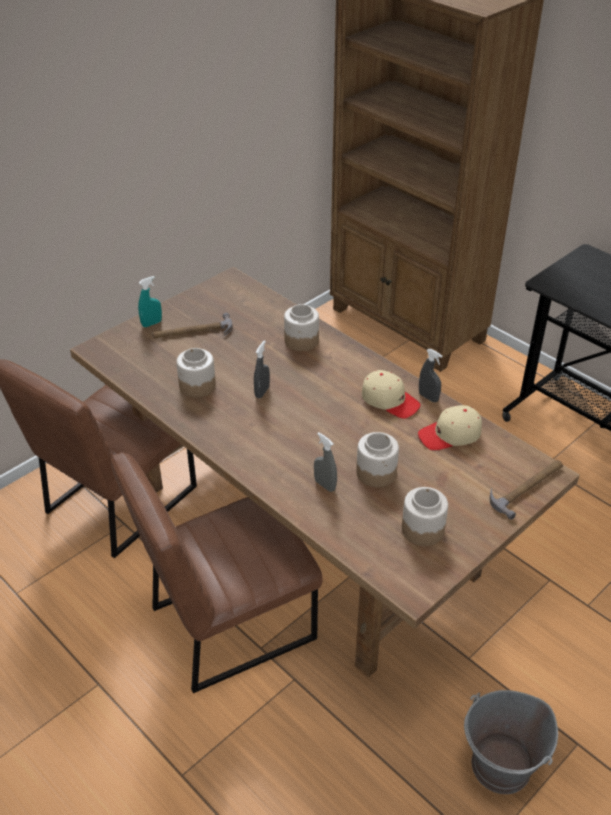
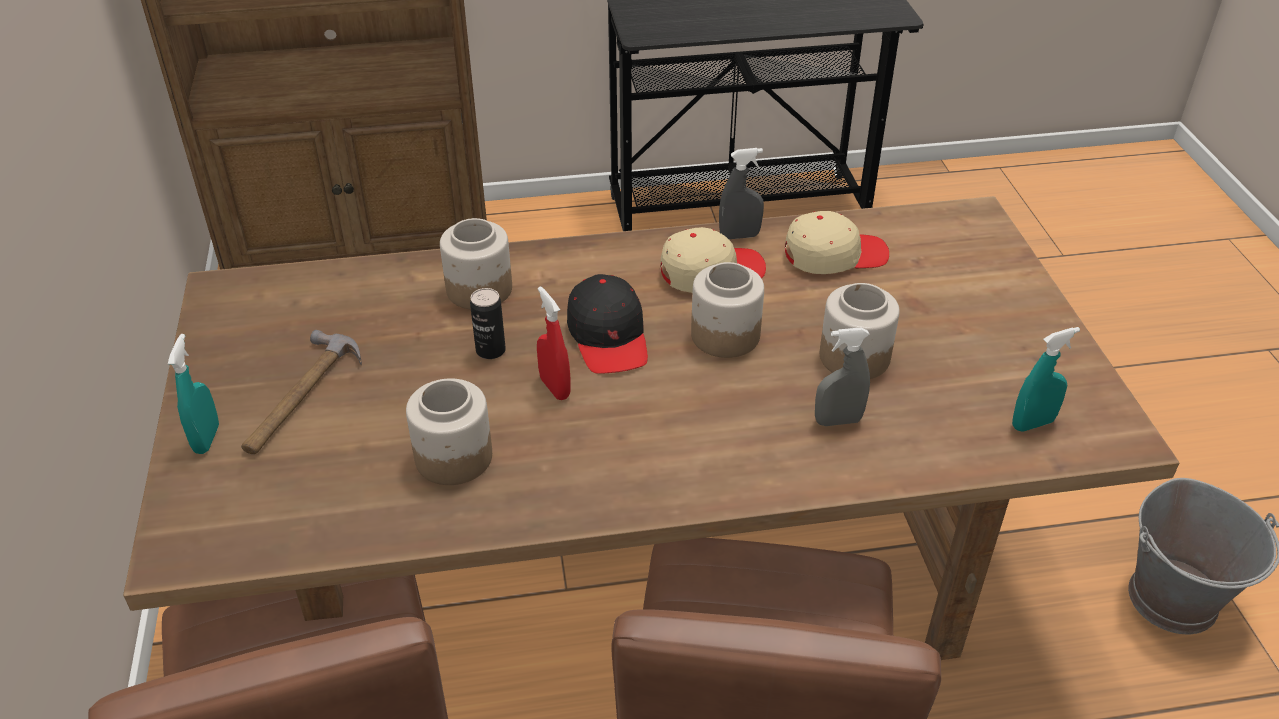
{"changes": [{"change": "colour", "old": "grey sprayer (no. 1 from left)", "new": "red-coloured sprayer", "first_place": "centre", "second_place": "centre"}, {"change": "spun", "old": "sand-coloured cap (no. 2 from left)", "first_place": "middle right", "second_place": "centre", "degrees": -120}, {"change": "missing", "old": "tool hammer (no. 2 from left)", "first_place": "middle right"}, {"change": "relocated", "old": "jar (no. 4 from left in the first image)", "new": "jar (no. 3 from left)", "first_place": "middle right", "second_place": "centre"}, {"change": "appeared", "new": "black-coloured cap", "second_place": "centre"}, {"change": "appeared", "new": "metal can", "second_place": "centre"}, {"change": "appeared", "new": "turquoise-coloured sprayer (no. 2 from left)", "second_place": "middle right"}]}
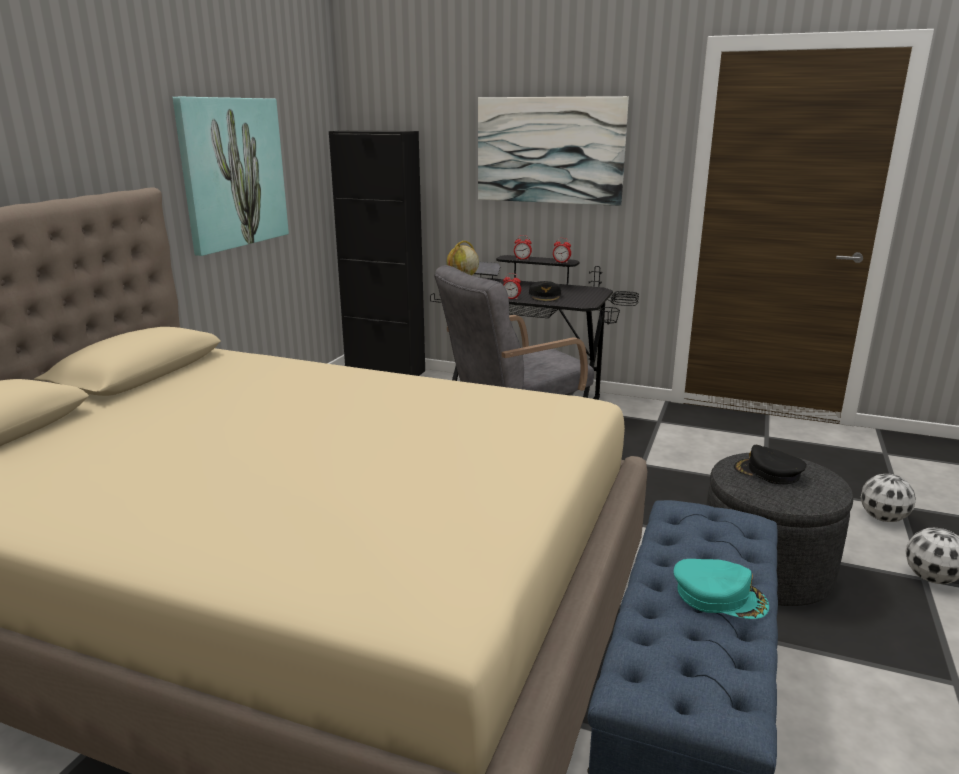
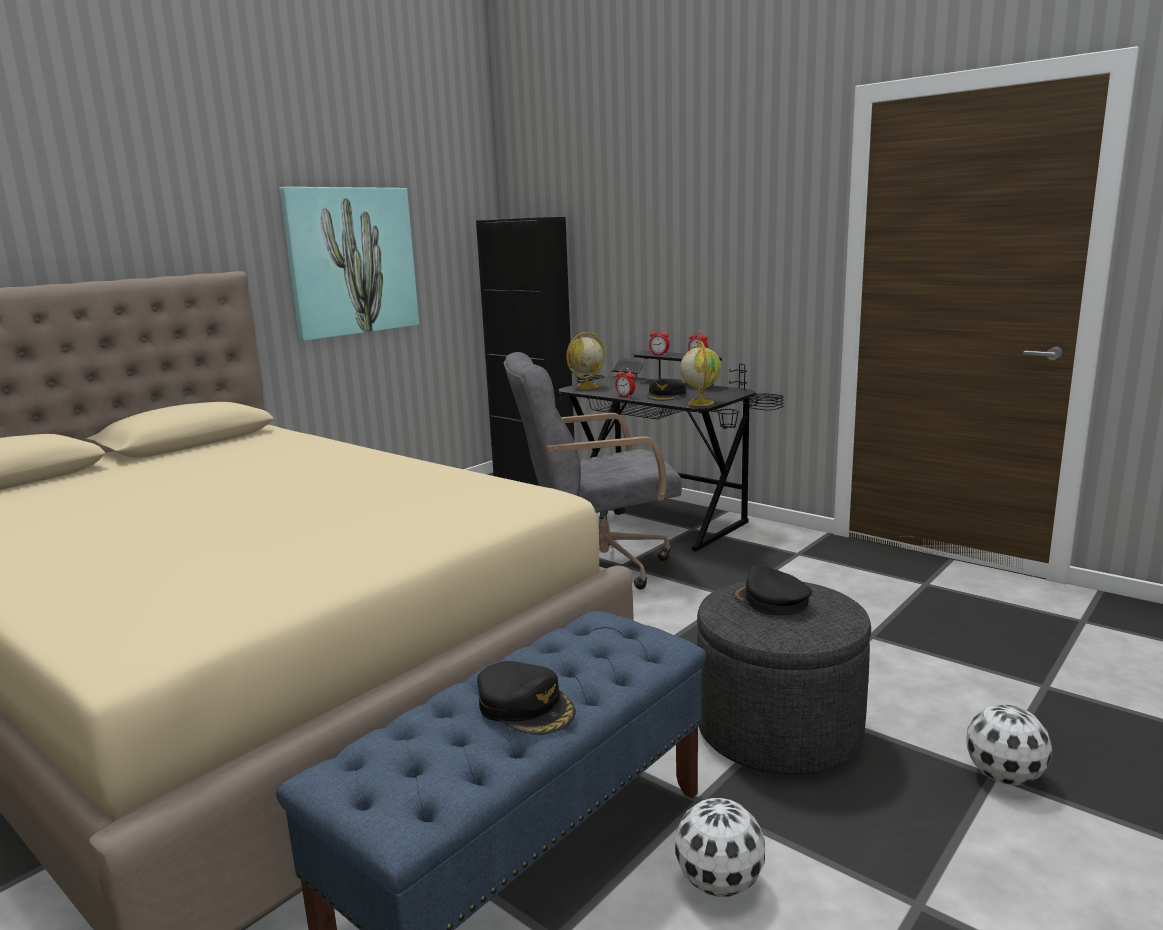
{"changes": [{"change": "missing", "old": "picture (no. 2 from left)", "first_place": "top centre"}, {"change": "relocated", "old": "ball for football (no. 1 from left)", "first_place": "middle right", "second_place": "bottom centre"}, {"change": "colour", "old": "turquoise-coloured cap", "new": "black-coloured cap (no. 1 from left)", "first_place": "bottom right", "second_place": "bottom centre"}, {"change": "appeared", "new": "desk globe (no. 2 from left)", "second_place": "centre"}]}
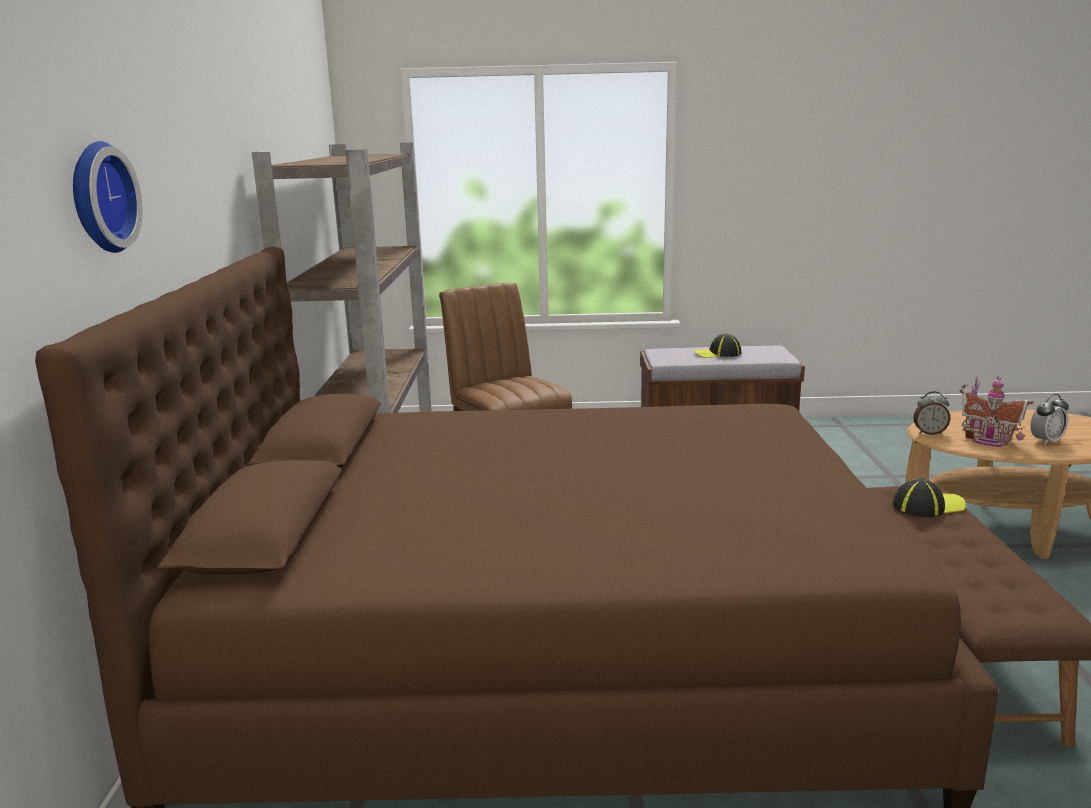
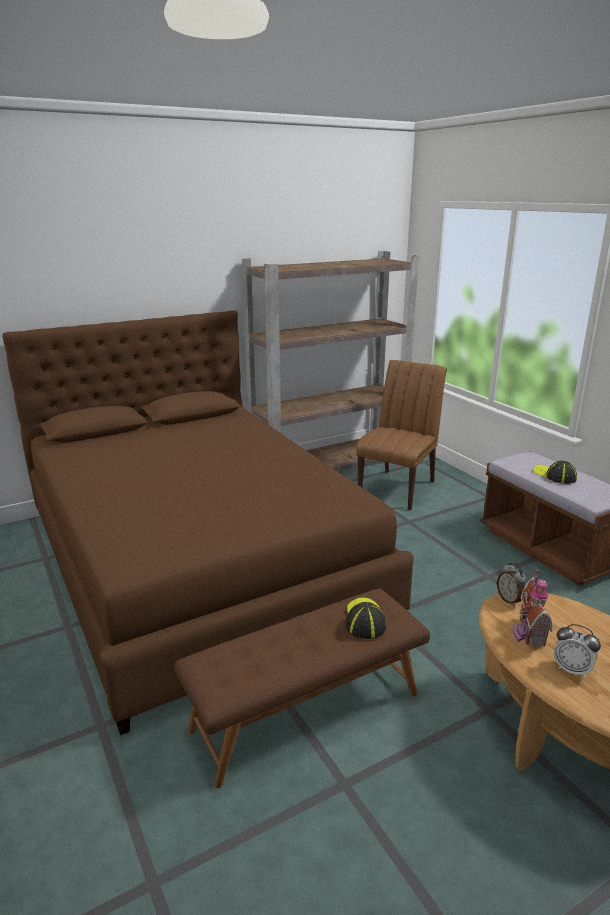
{"changes": [{"change": "missing", "old": "hanging clock", "first_place": "top left"}, {"change": "spun", "old": "cap (no. 2 from left in the first image)", "first_place": "middle right", "second_place": "bottom centre", "degrees": -135}]}
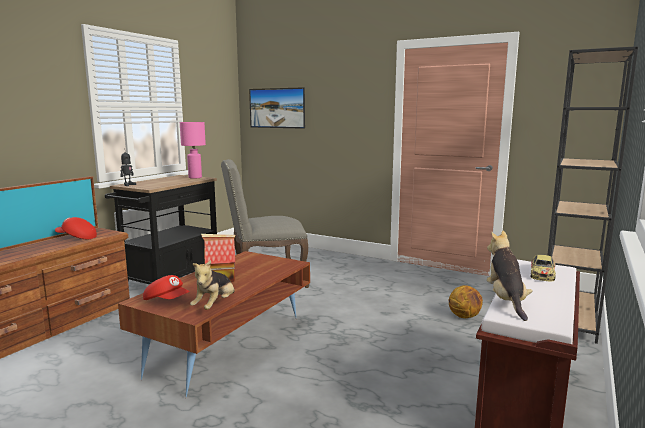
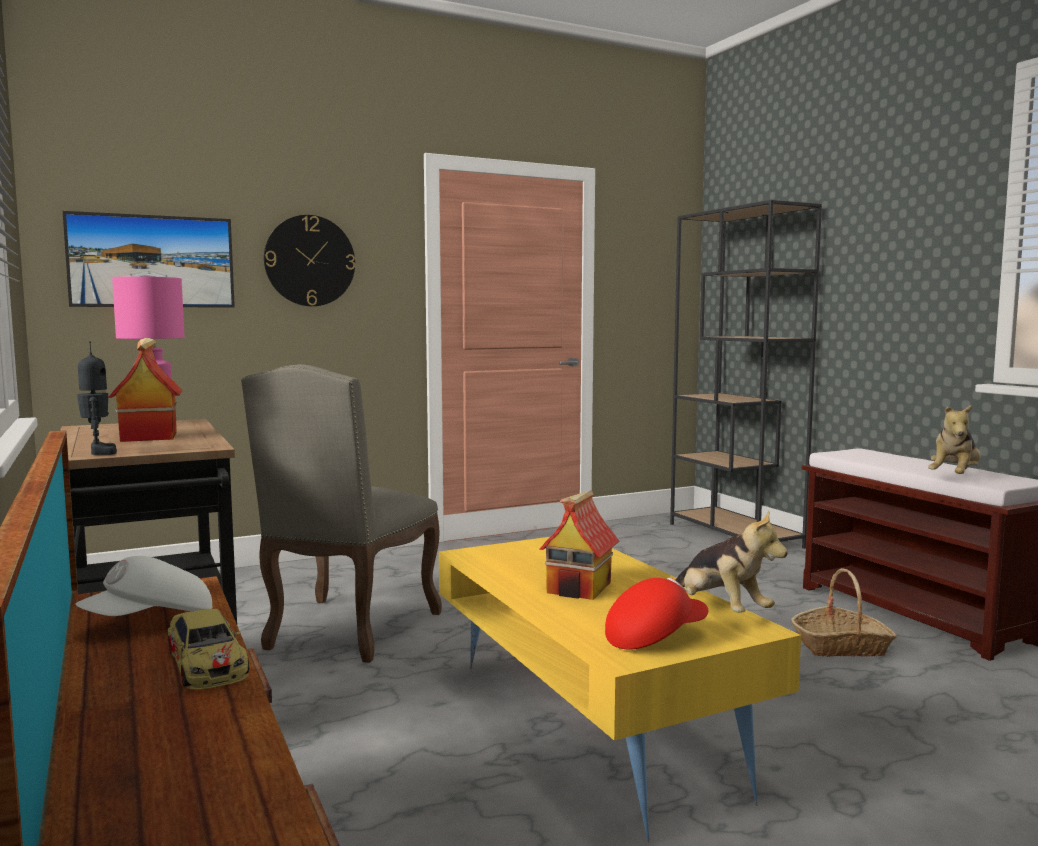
{"changes": [{"change": "colour", "old": "red-coloured cap (no. 1 from left)", "new": "whitish cap", "first_place": "middle left", "second_place": "bottom left"}, {"change": "spun", "old": "cuddly toy (no. 2 from left)", "first_place": "middle right", "second_place": "middle right", "degrees": -90}, {"change": "colour", "old": "brown lounge table", "new": "yellow-coloured lounge table", "first_place": "bottom left", "second_place": "bottom centre"}, {"change": "relocated", "old": "miniature car", "first_place": "middle right", "second_place": "bottom left"}, {"change": "missing", "old": "basketball", "first_place": "bottom right"}, {"change": "appeared", "new": "hanging clock", "second_place": "top left"}, {"change": "appeared", "new": "model house (no. 1 from left)", "second_place": "middle left"}, {"change": "appeared", "new": "storage basket", "second_place": "bottom right"}]}
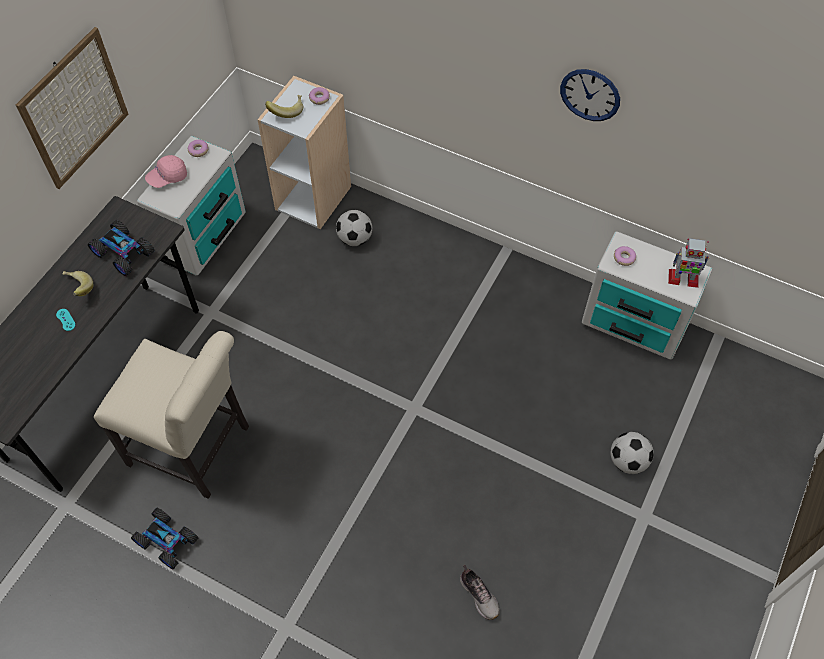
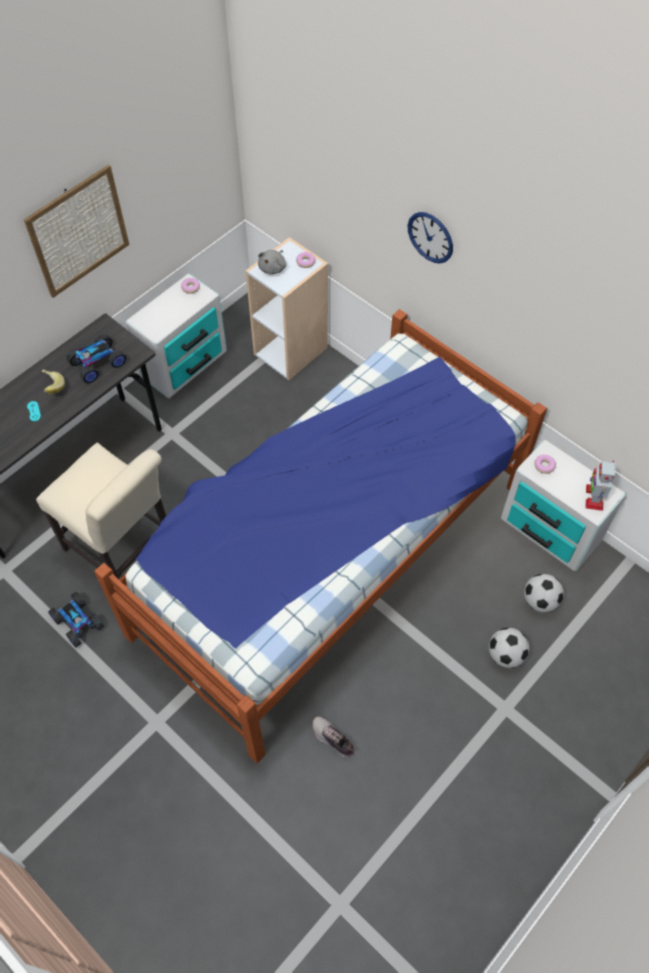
{"changes": [{"change": "relocated", "old": "hanging clock", "first_place": "top right", "second_place": "top centre"}, {"change": "exchanged", "old": "banana fruit (no. 2 from left)", "new": "grey cuddly toy", "first_place": "top centre", "second_place": "top centre"}, {"change": "missing", "old": "pink cap", "first_place": "top left"}, {"change": "relocated", "old": "ball for football (no. 1 from left in the first image)", "new": "ball for football (no. 2 from left)", "first_place": "centre", "second_place": "middle right"}, {"change": "spun", "old": "miniature car (no. 1 from left in the first image)", "first_place": "middle left", "second_place": "middle left", "degrees": 90}, {"change": "spun", "old": "toy robot", "first_place": "middle right", "second_place": "middle right", "degrees": 75}, {"change": "spun", "old": "shoe", "first_place": "bottom centre", "second_place": "bottom centre", "degrees": 150}, {"change": "appeared", "new": "sleeping bed", "second_place": "centre"}]}
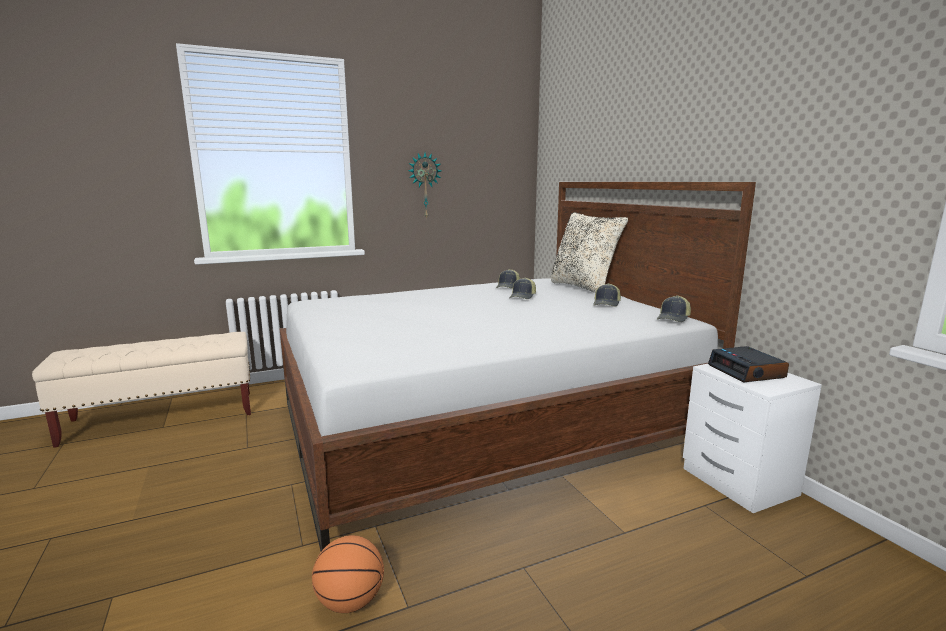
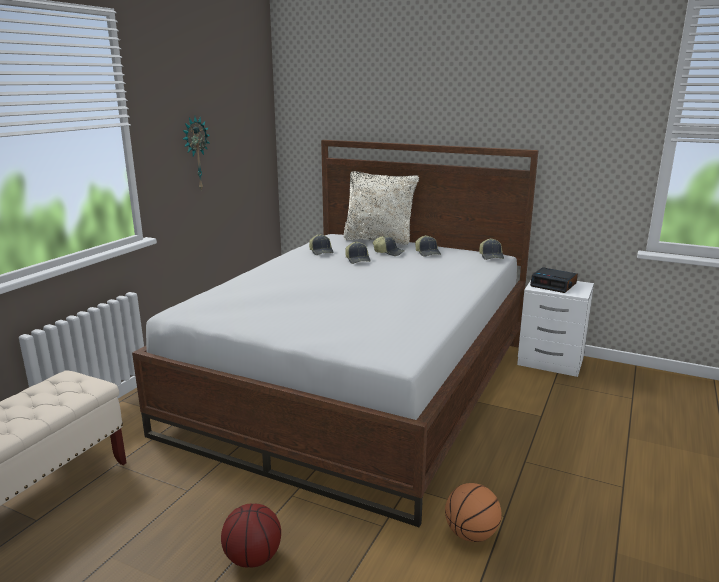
{"changes": [{"change": "appeared", "new": "cap (no. 3 from left)", "second_place": "centre"}, {"change": "appeared", "new": "basketball (no. 1 from left)", "second_place": "bottom centre"}]}
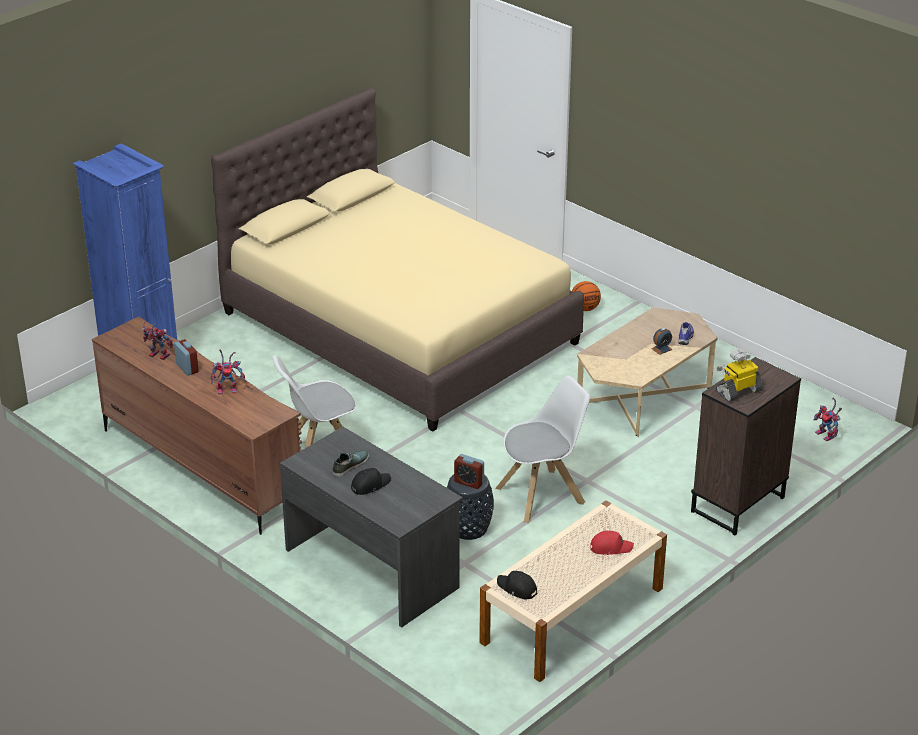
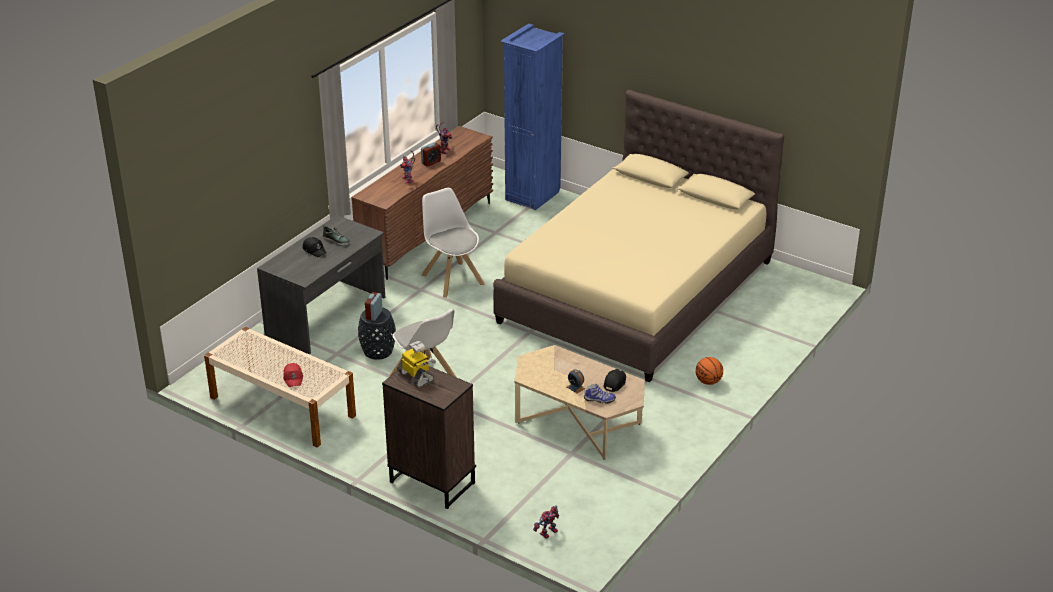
{"changes": [{"change": "relocated", "old": "black-coloured cap (no. 2 from left)", "first_place": "bottom centre", "second_place": "centre"}]}
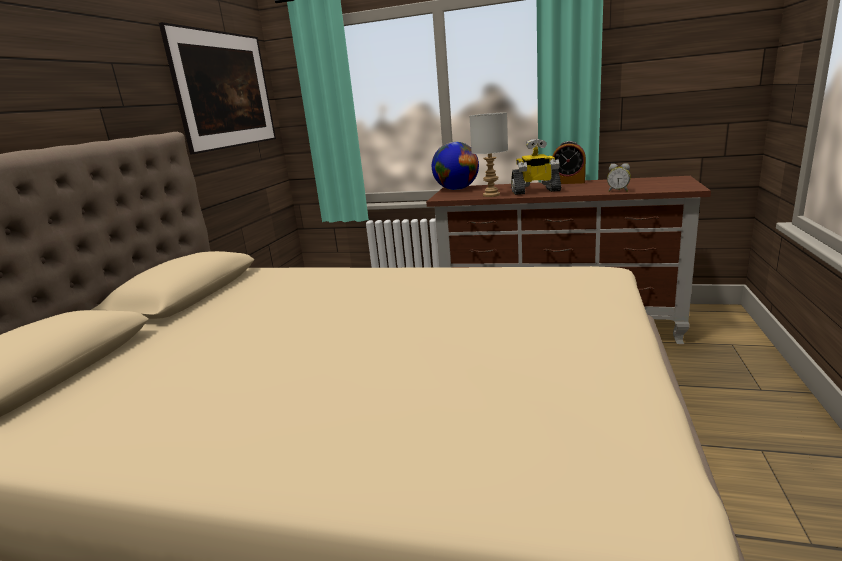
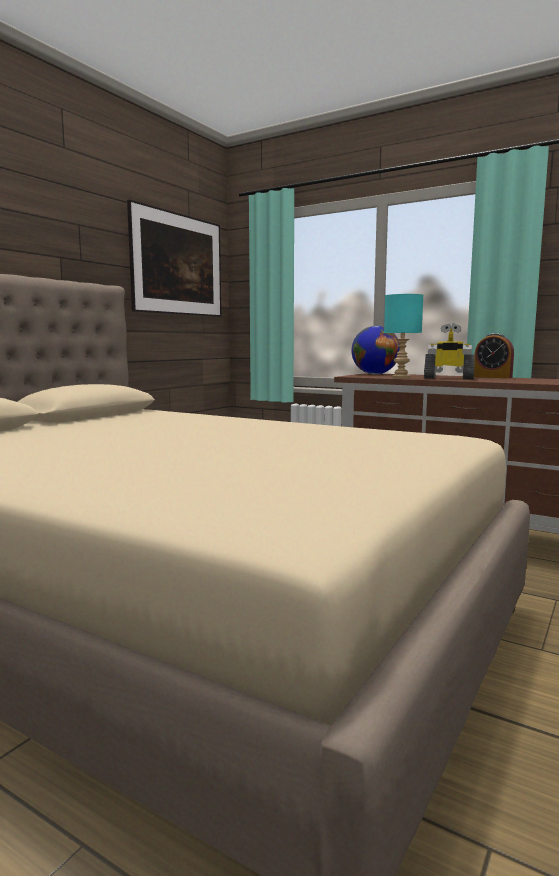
{"changes": [{"change": "colour", "old": "grey lamp for a table", "new": "turquoise-coloured lamp for a table", "first_place": "top centre", "second_place": "middle right"}, {"change": "missing", "old": "bedside clock (no. 2 from left)", "first_place": "top right"}]}
